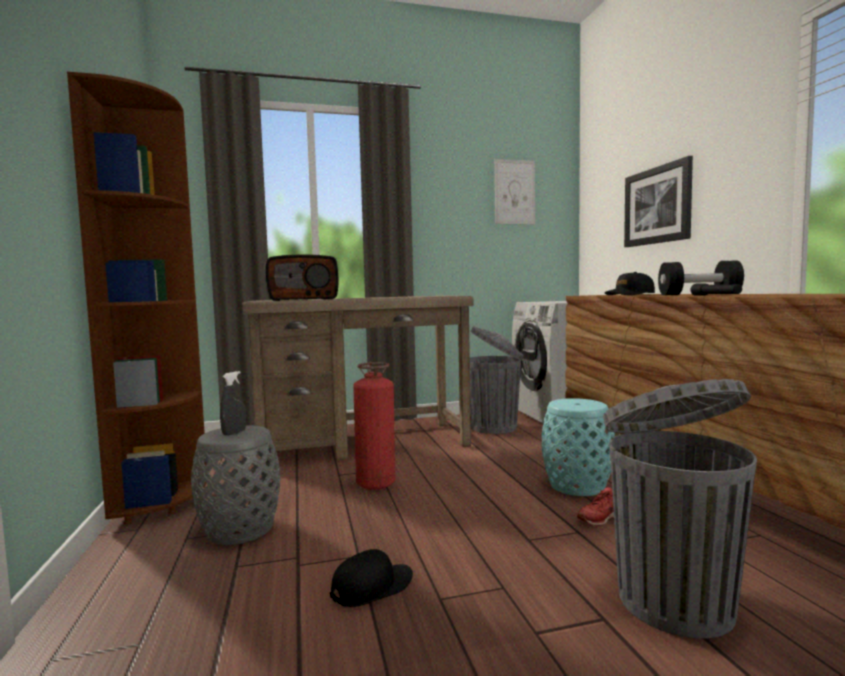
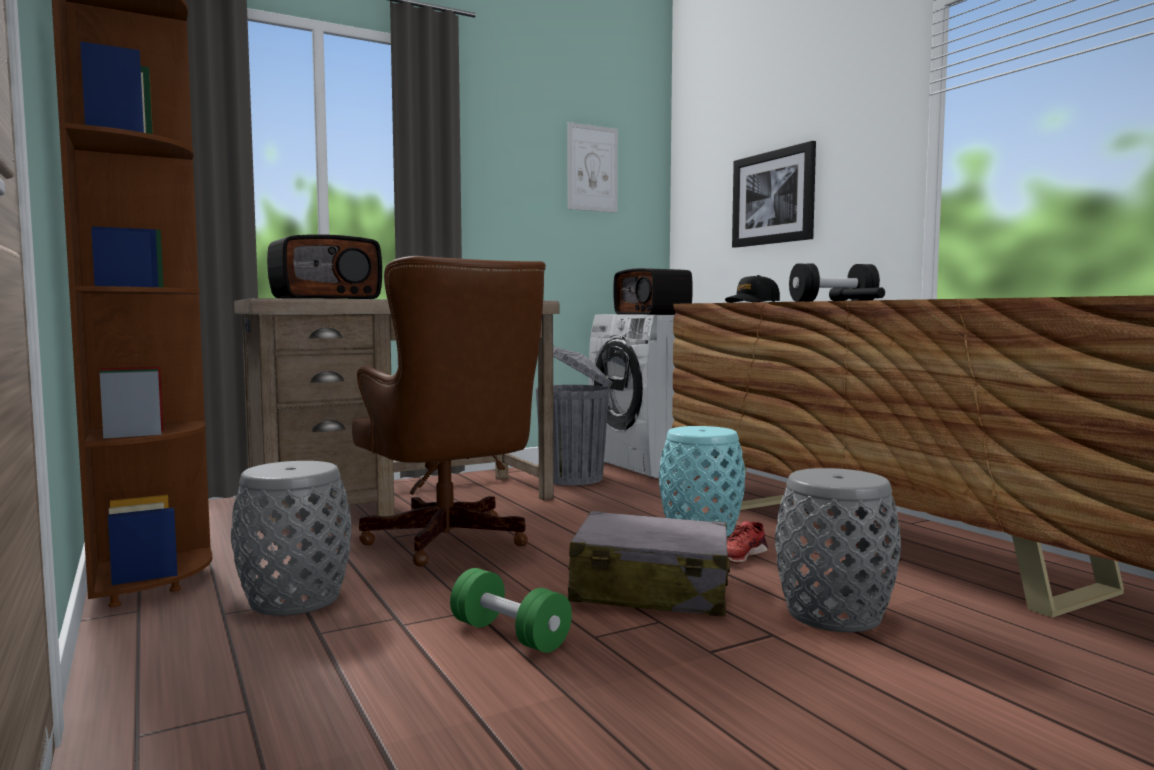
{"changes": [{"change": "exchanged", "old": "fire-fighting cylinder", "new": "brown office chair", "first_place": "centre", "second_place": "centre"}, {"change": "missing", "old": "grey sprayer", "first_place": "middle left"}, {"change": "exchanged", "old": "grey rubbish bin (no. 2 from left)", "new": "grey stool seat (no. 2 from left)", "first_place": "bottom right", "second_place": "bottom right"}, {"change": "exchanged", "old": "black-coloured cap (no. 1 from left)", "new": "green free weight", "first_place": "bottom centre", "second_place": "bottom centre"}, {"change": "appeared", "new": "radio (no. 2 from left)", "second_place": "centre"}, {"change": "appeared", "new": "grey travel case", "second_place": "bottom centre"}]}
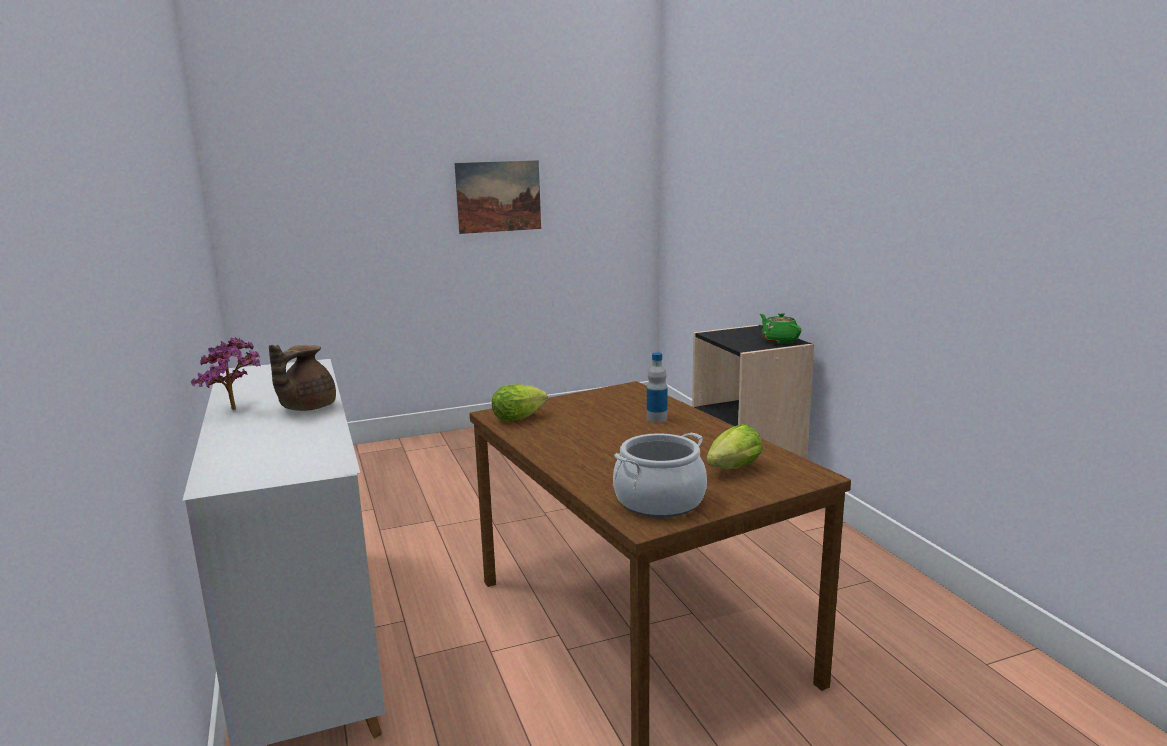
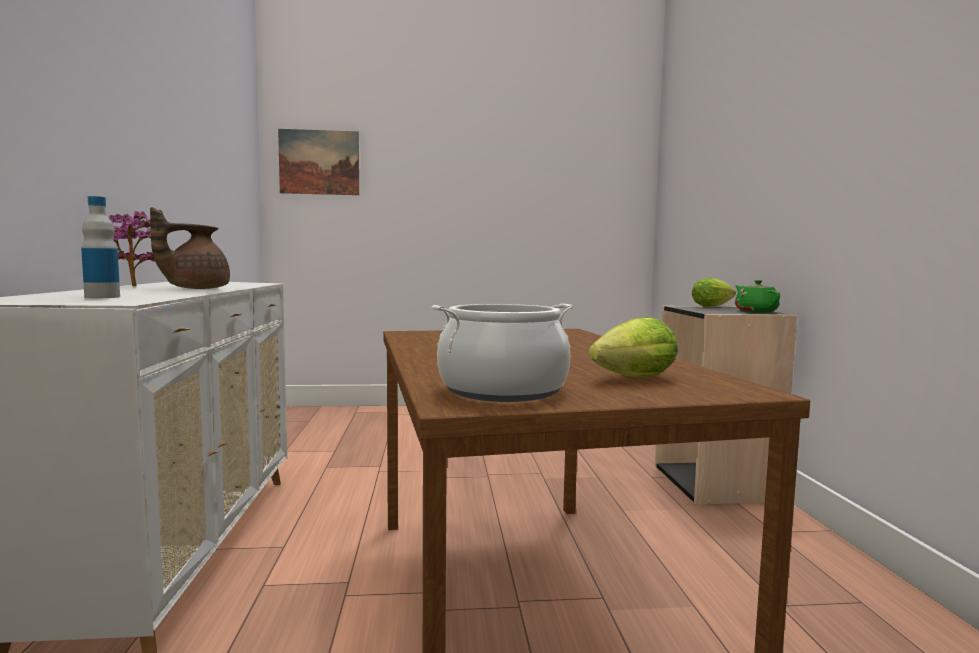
{"changes": [{"change": "relocated", "old": "picture", "first_place": "top centre", "second_place": "top left"}, {"change": "relocated", "old": "bottle", "first_place": "centre", "second_place": "middle left"}, {"change": "relocated", "old": "lettuce (no. 1 from left in the first image)", "new": "lettuce (no. 2 from left)", "first_place": "centre", "second_place": "middle right"}]}
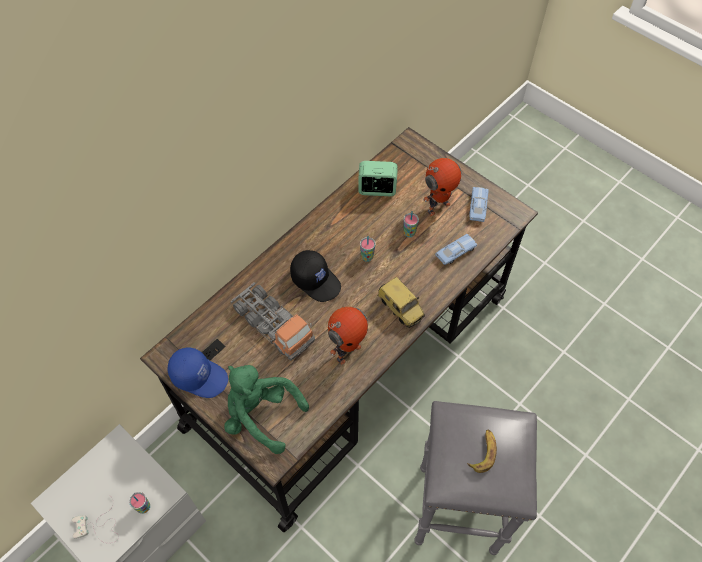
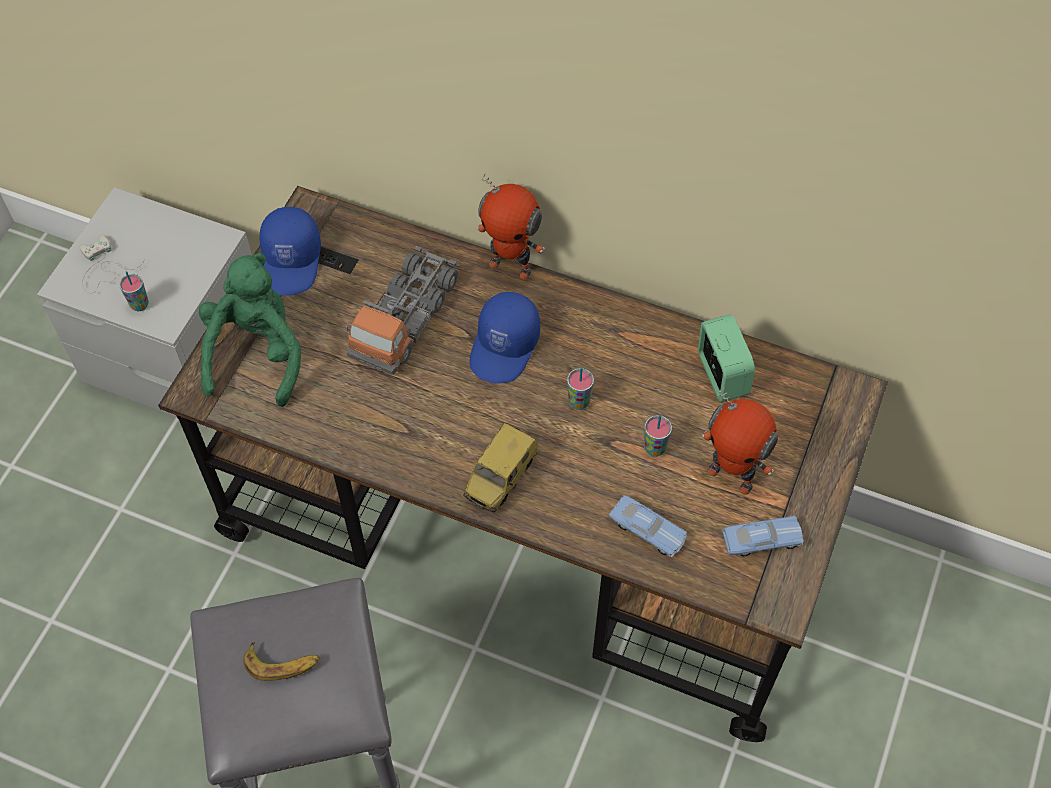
{"changes": [{"change": "colour", "old": "black-coloured cap", "new": "blue cap (no. 2 from left)", "first_place": "centre", "second_place": "centre"}, {"change": "relocated", "old": "toy robot (no. 1 from left)", "first_place": "centre", "second_place": "top centre"}]}
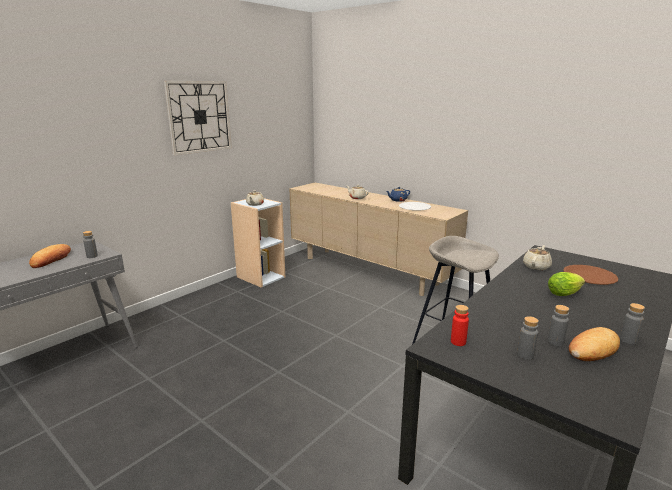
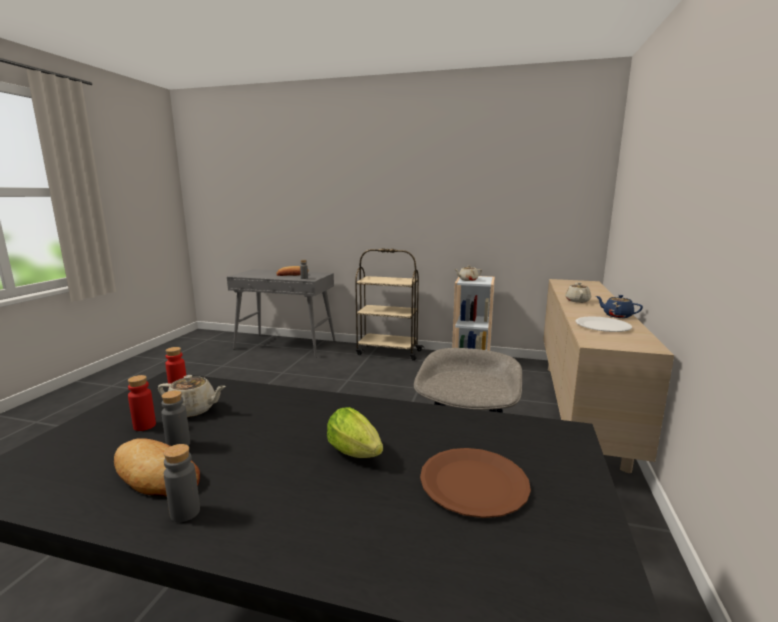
{"changes": [{"change": "missing", "old": "hanging clock", "first_place": "top left"}, {"change": "relocated", "old": "sand-coloured tea pot (no. 3 from left in the first image)", "new": "sand-coloured tea pot (no. 1 from left)", "first_place": "middle right", "second_place": "middle left"}, {"change": "colour", "old": "grey bottle (no. 2 from left)", "new": "red-coloured bottle (no. 1 from left)", "first_place": "bottom right", "second_place": "middle left"}, {"change": "appeared", "new": "sand-coloured trolley", "second_place": "centre"}]}
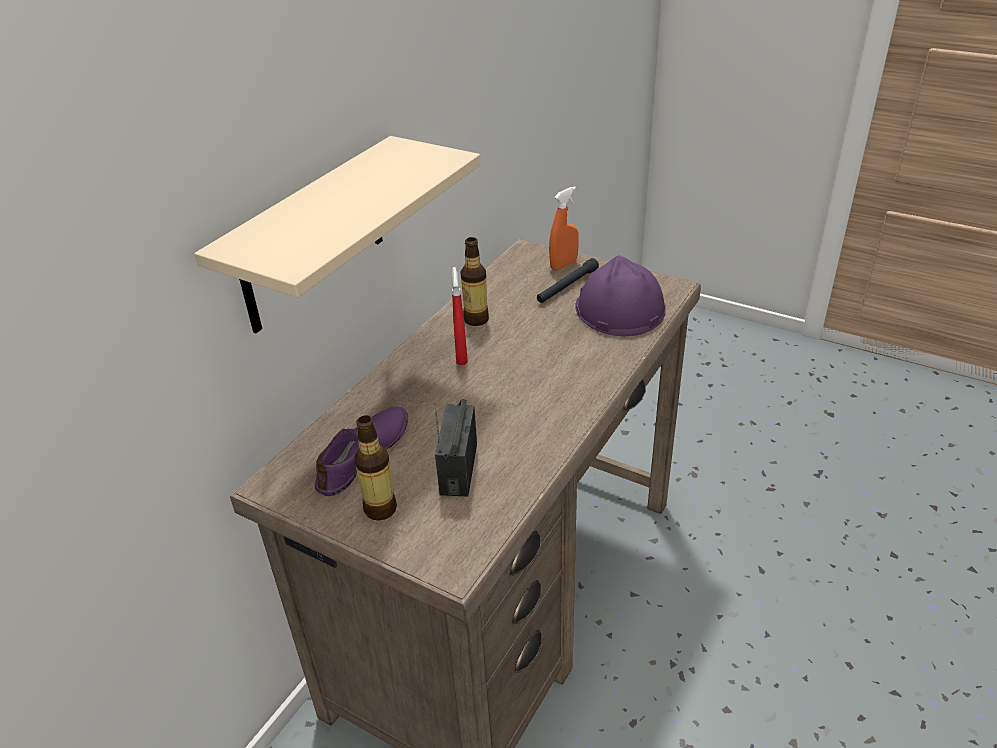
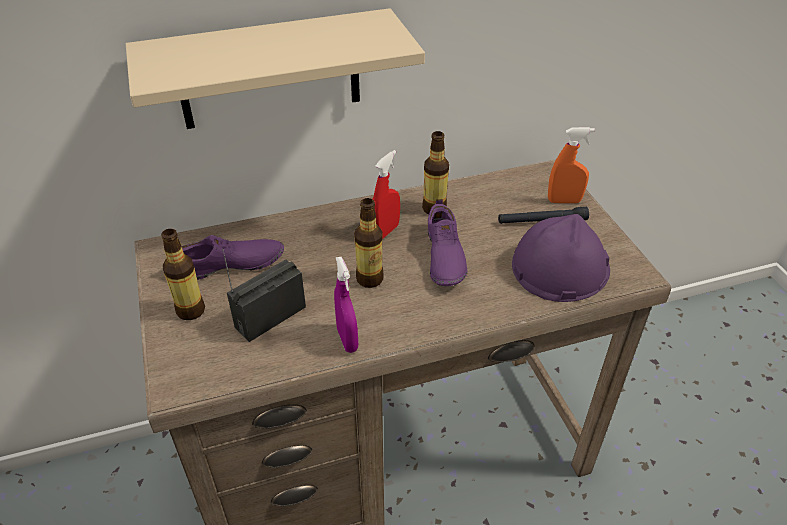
{"changes": [{"change": "appeared", "new": "bottle (no. 2 from left)", "second_place": "centre"}, {"change": "appeared", "new": "purplish shoe (no. 2 from left)", "second_place": "centre"}, {"change": "appeared", "new": "purplish sprayer", "second_place": "centre"}]}
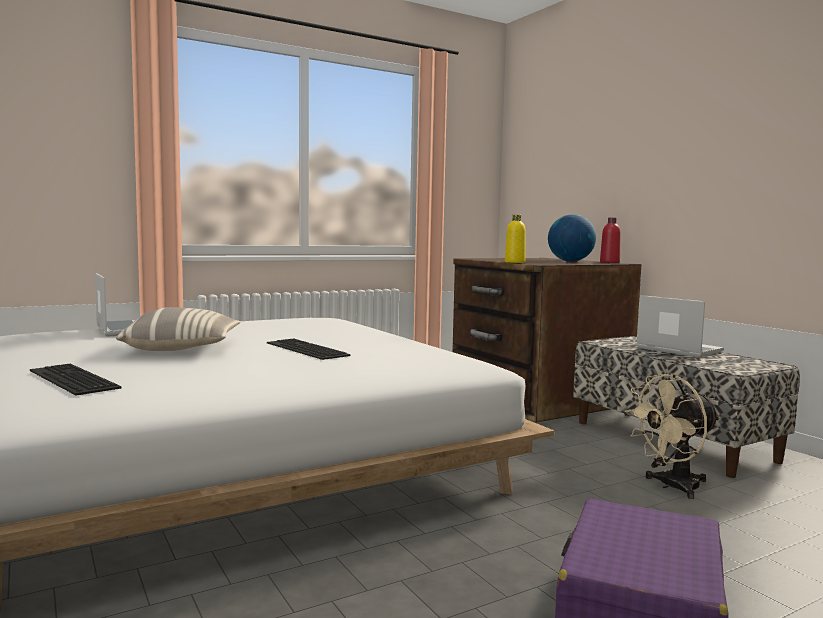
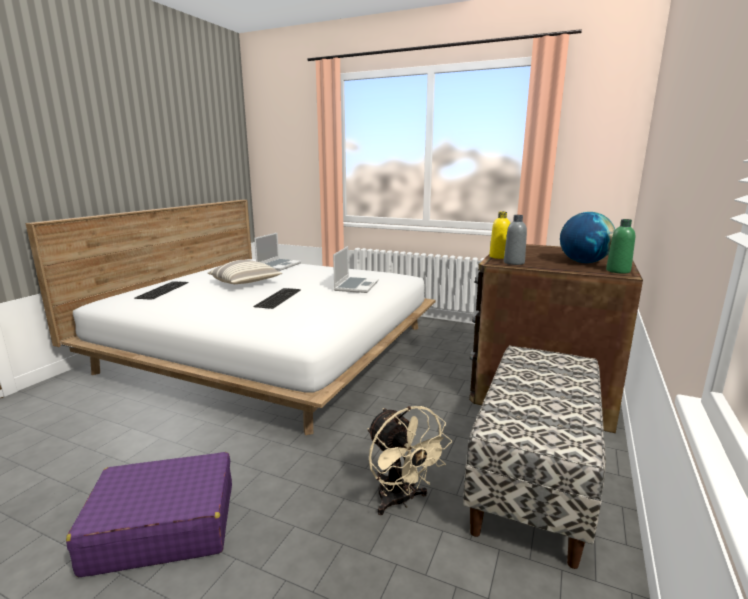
{"changes": [{"change": "colour", "old": "red-coloured bottle", "new": "green bottle", "first_place": "middle right", "second_place": "middle right"}, {"change": "relocated", "old": "laptop (no. 2 from left)", "first_place": "middle right", "second_place": "centre"}, {"change": "spun", "old": "sand-coloured electric fan", "first_place": "bottom right", "second_place": "bottom centre", "degrees": -150}, {"change": "appeared", "new": "grey bottle", "second_place": "middle right"}]}
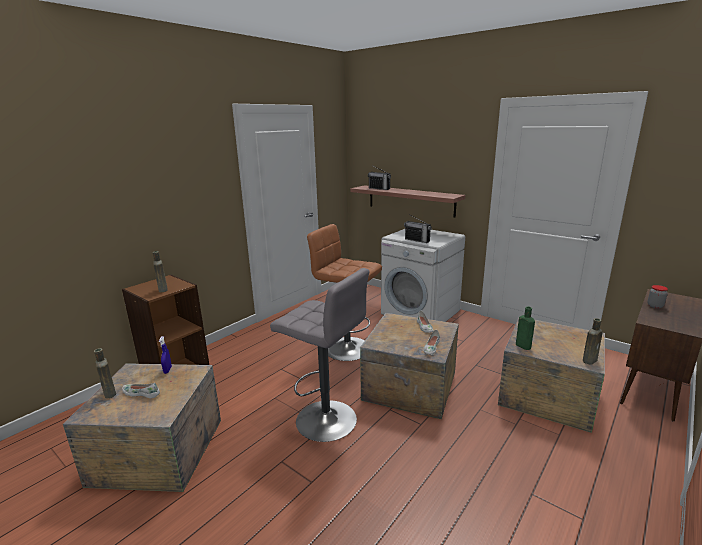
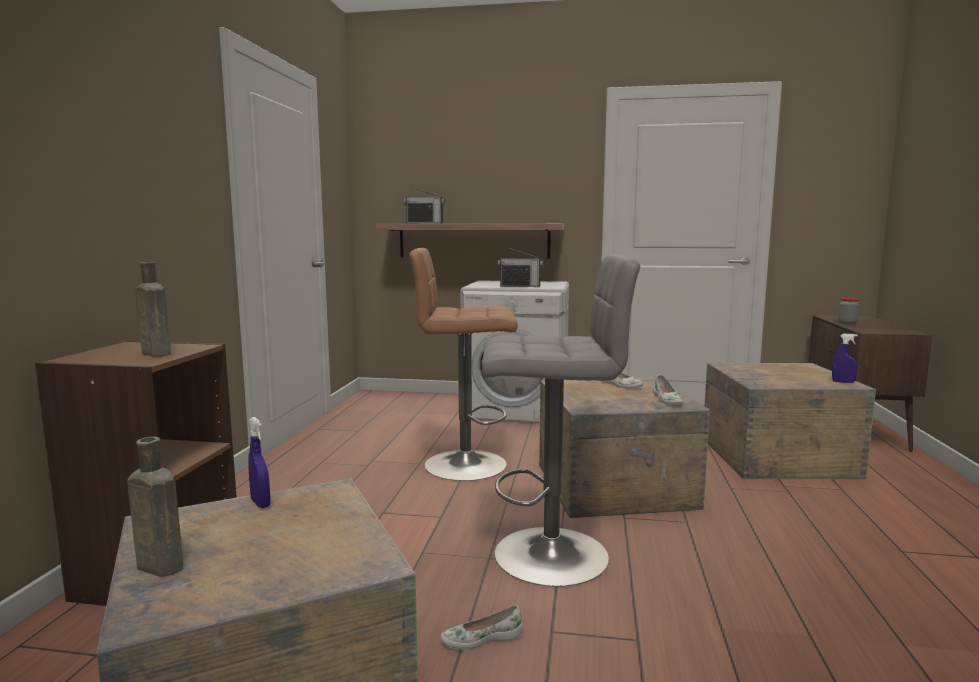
{"changes": [{"change": "missing", "old": "green bottle", "first_place": "middle right"}, {"change": "exchanged", "old": "brown bottle (no. 3 from left)", "new": "blue sprayer (no. 2 from left)", "first_place": "middle right", "second_place": "middle right"}, {"change": "relocated", "old": "whitish shoe (no. 1 from left)", "first_place": "bottom left", "second_place": "bottom centre"}]}
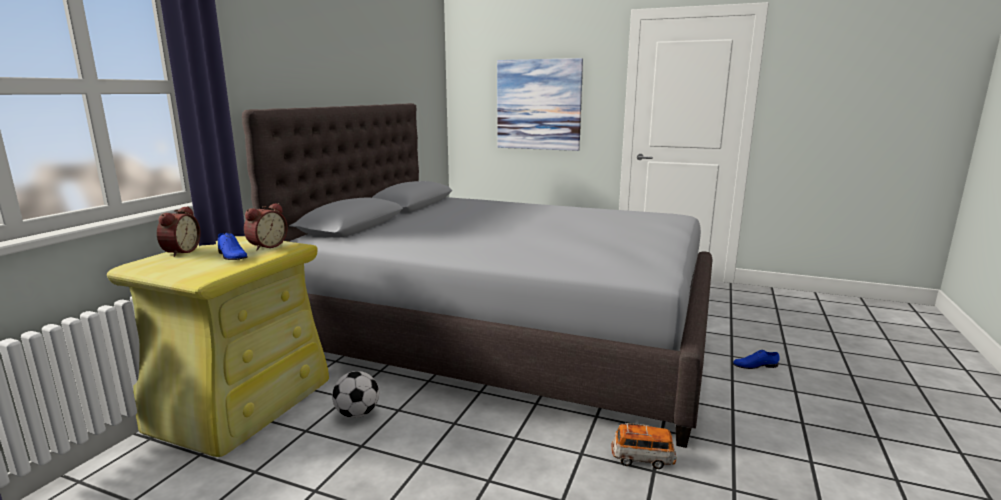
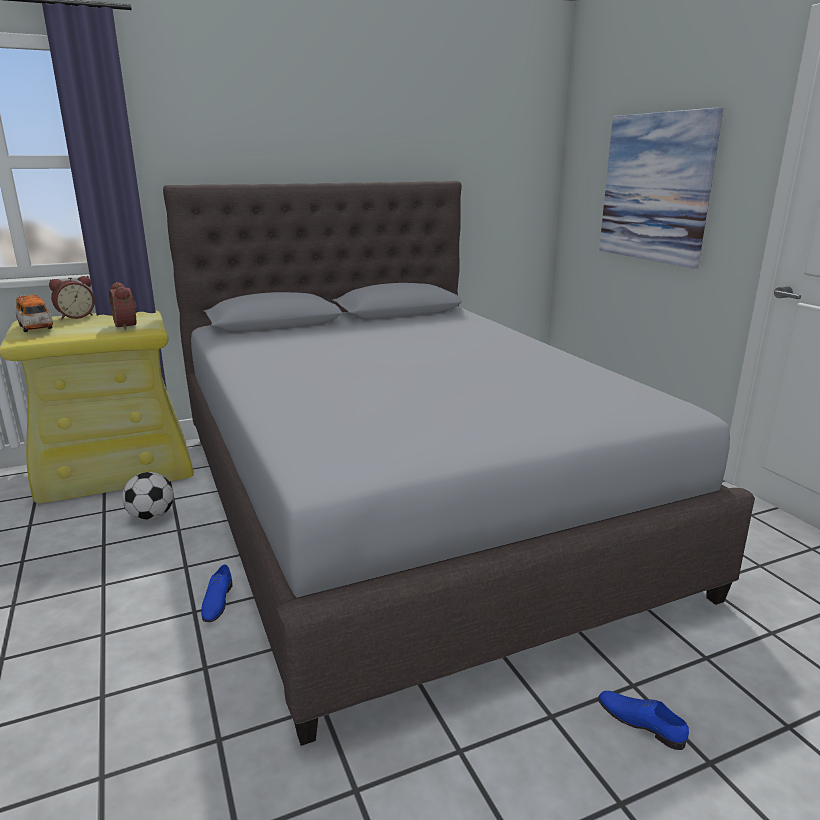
{"changes": [{"change": "spun", "old": "bedside clock (no. 2 from left)", "first_place": "middle left", "second_place": "middle left", "degrees": 75}, {"change": "relocated", "old": "blue shoe (no. 1 from left)", "first_place": "middle left", "second_place": "bottom left"}, {"change": "relocated", "old": "miniature car", "first_place": "bottom centre", "second_place": "middle left"}]}
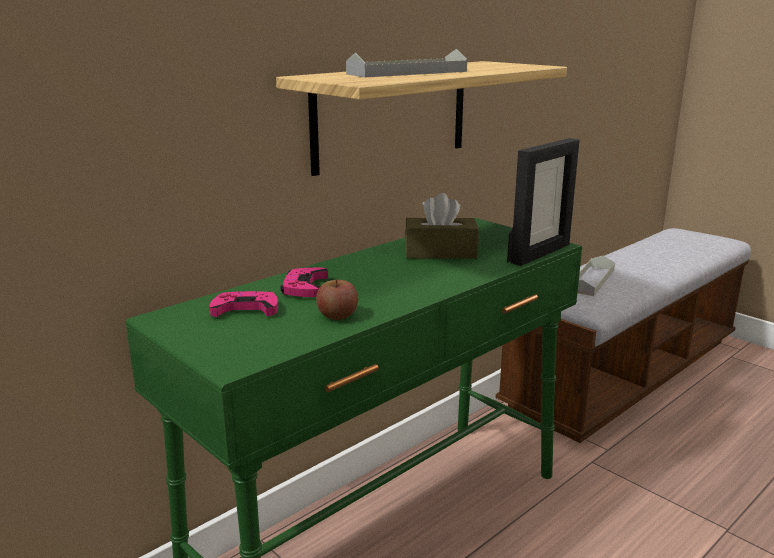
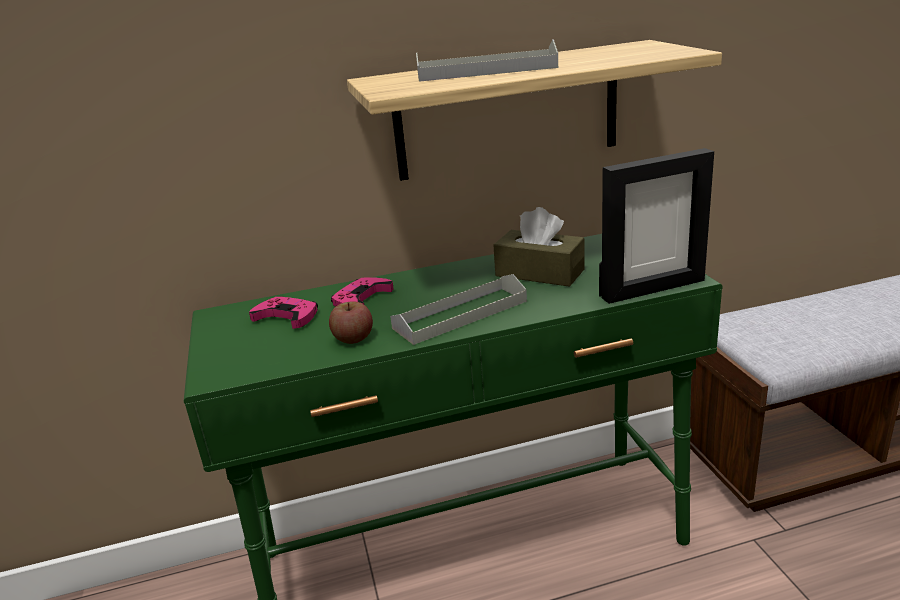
{"changes": [{"change": "relocated", "old": "grey serving tray (no. 2 from left in the first image)", "new": "grey serving tray (no. 1 from left)", "first_place": "middle right", "second_place": "centre"}]}
